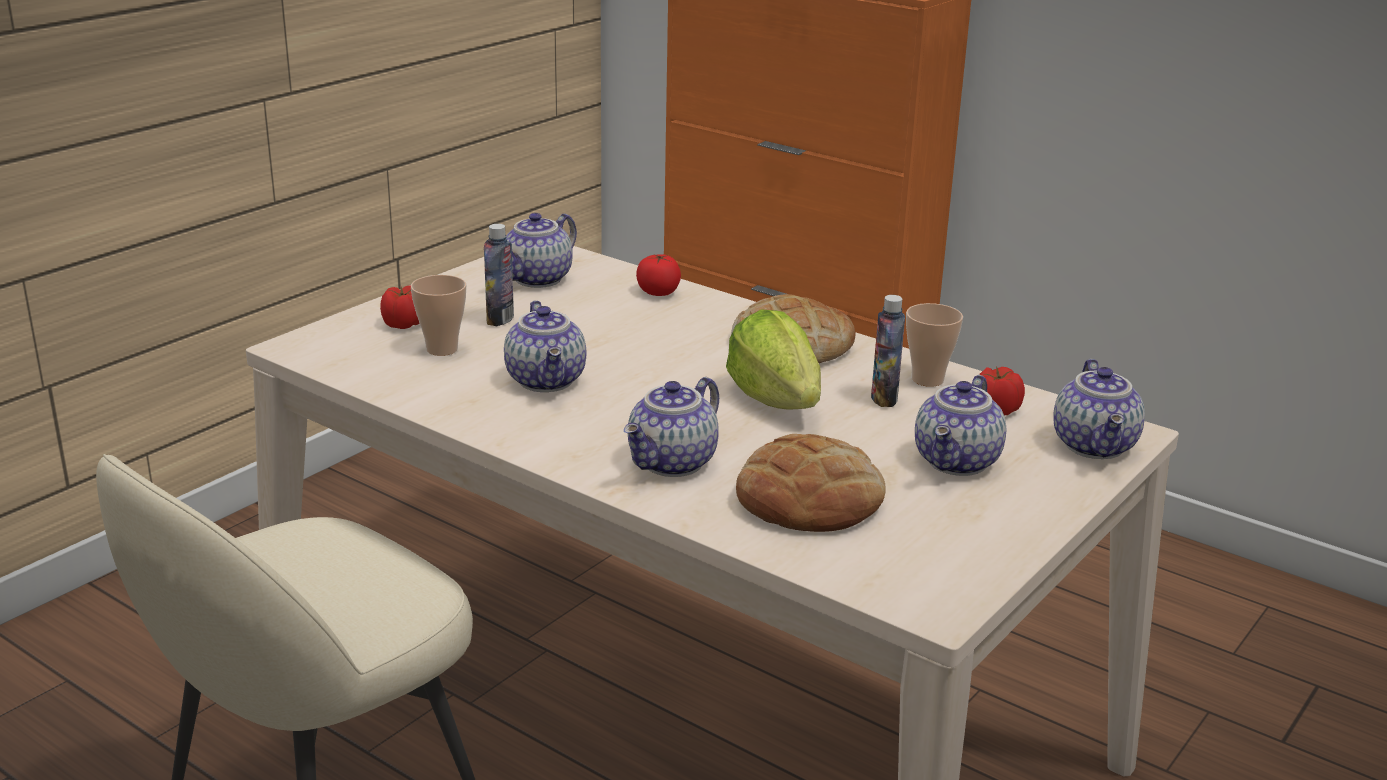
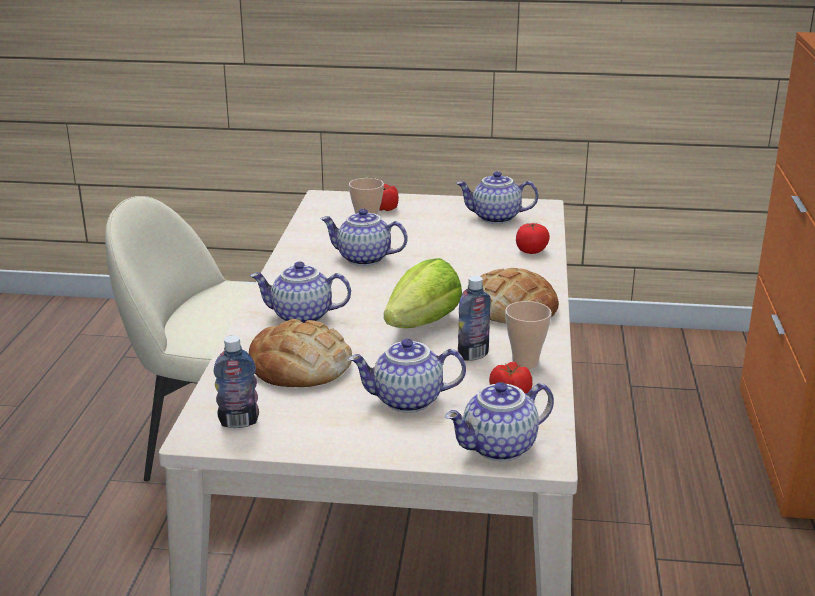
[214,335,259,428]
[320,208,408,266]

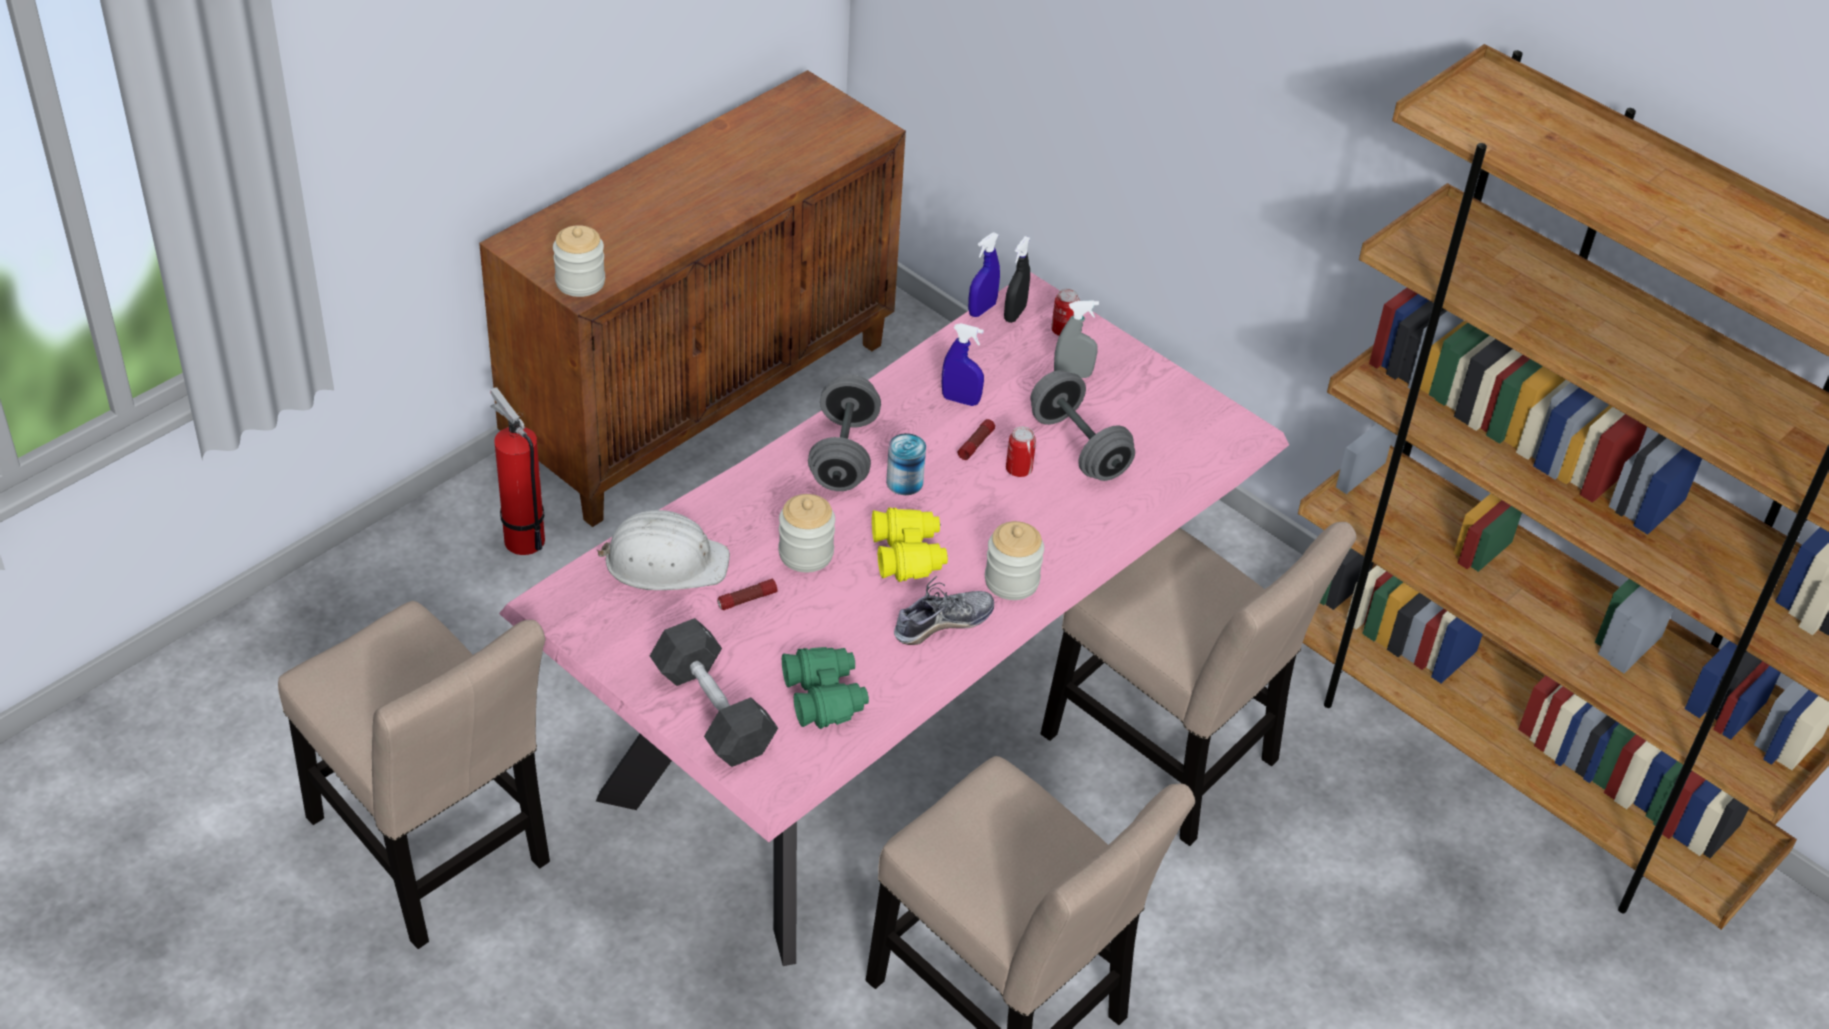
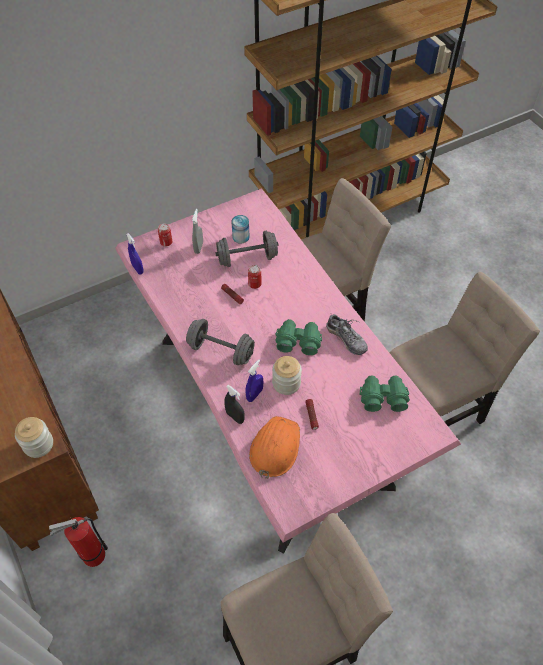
[249,416,300,479]
[650,618,778,767] (first image)
[275,319,322,355]
[231,215,250,244]
[326,314,368,355]
[245,359,263,402]
[985,521,1044,600] (first image)
[224,385,245,424]

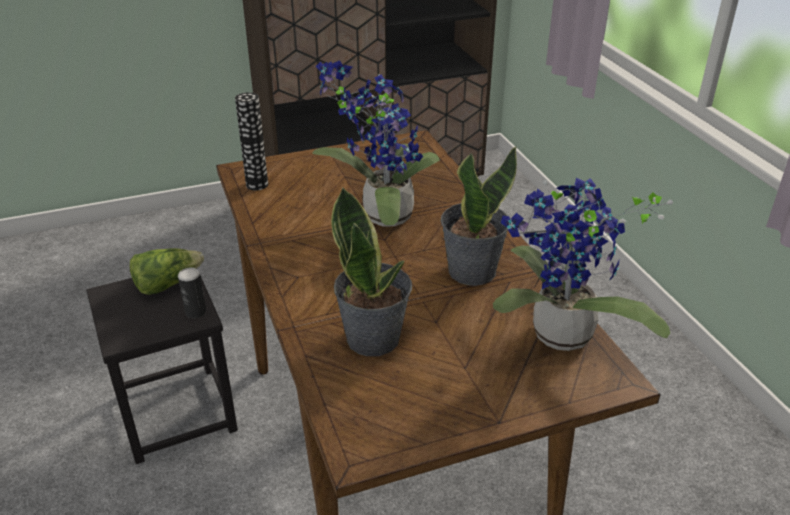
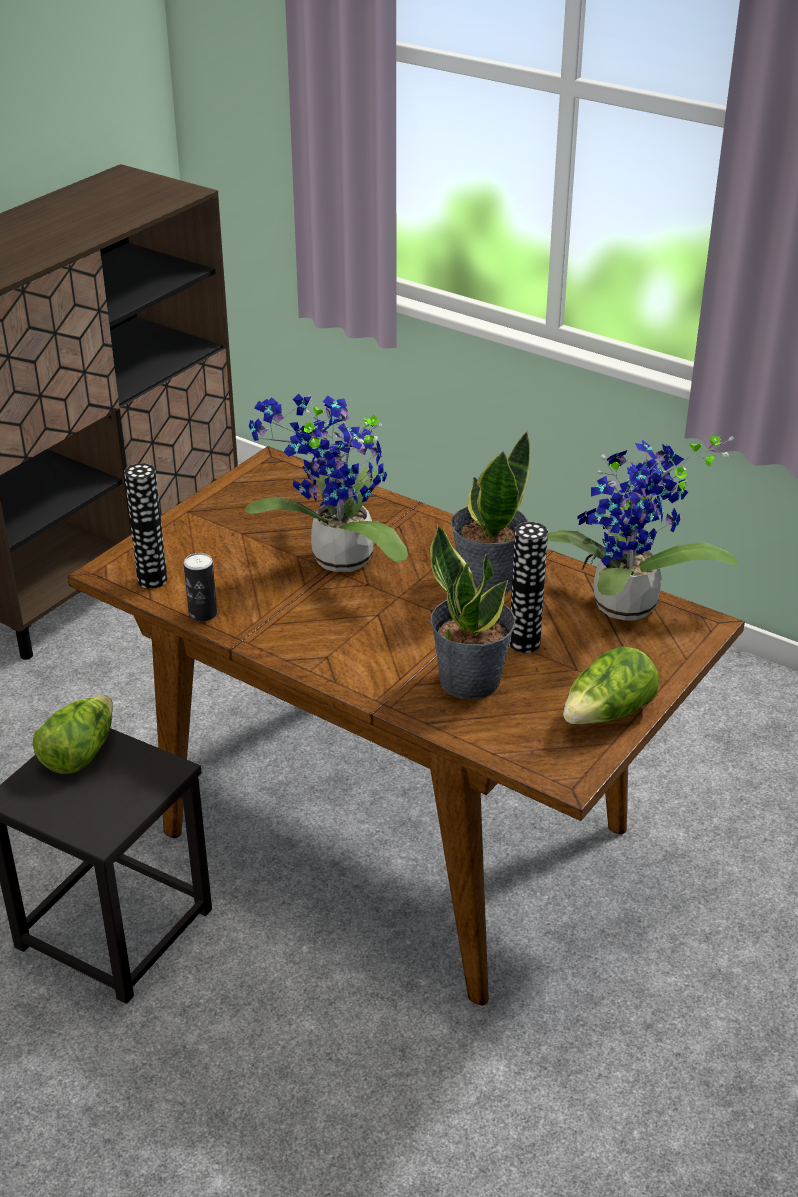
[184,553,217,622]
[509,522,548,653]
[563,646,659,724]

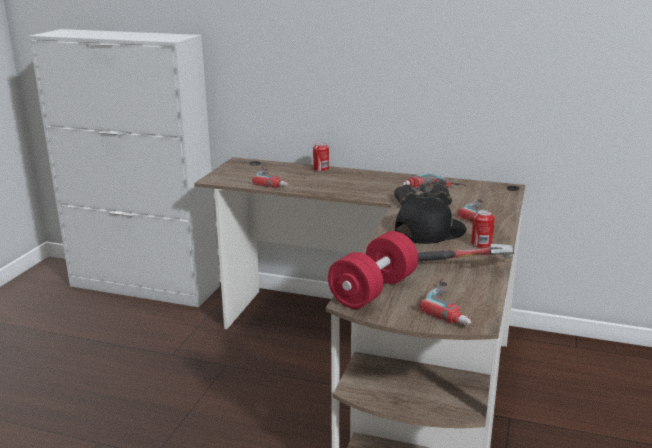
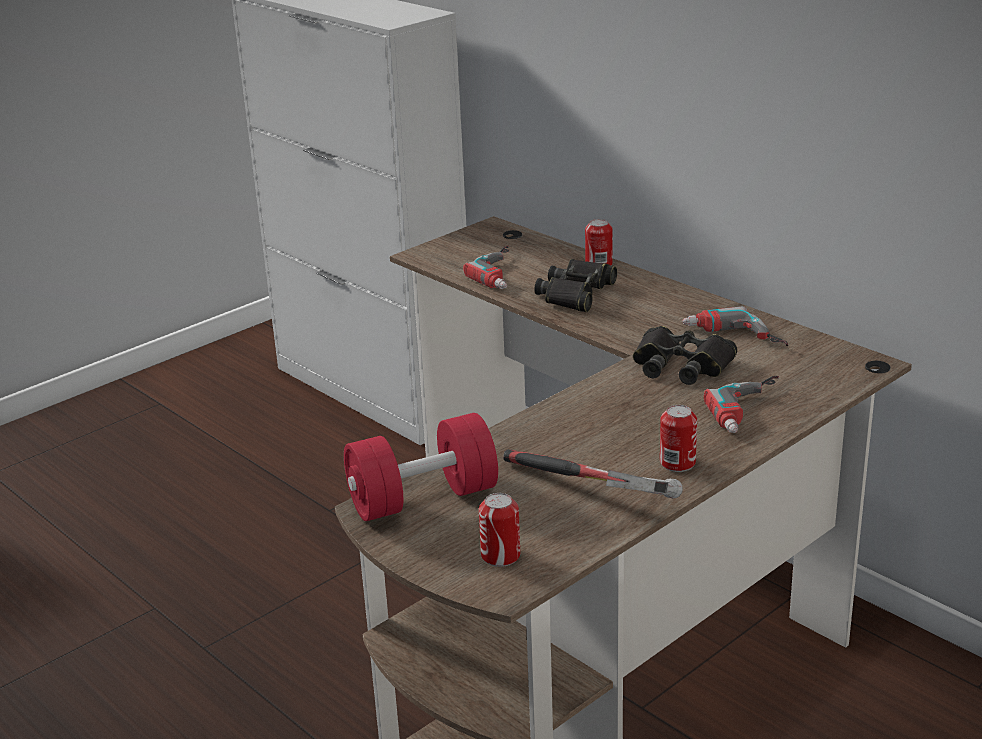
[395,198,466,244] (first image)
[479,493,520,567]
[534,259,617,312]

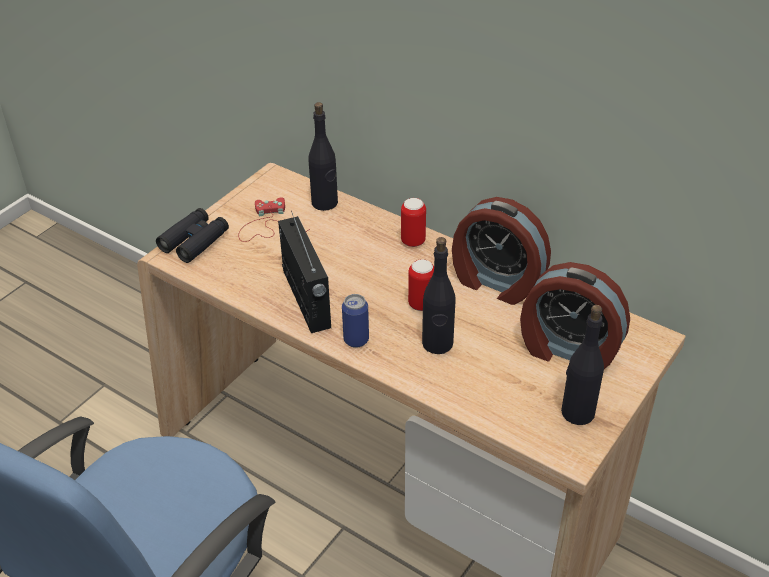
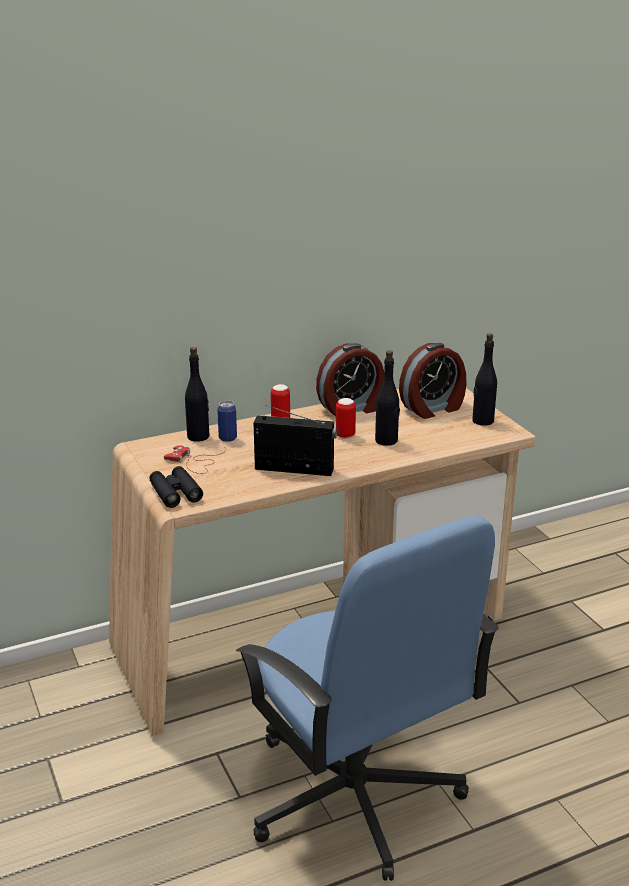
[217,401,237,442]

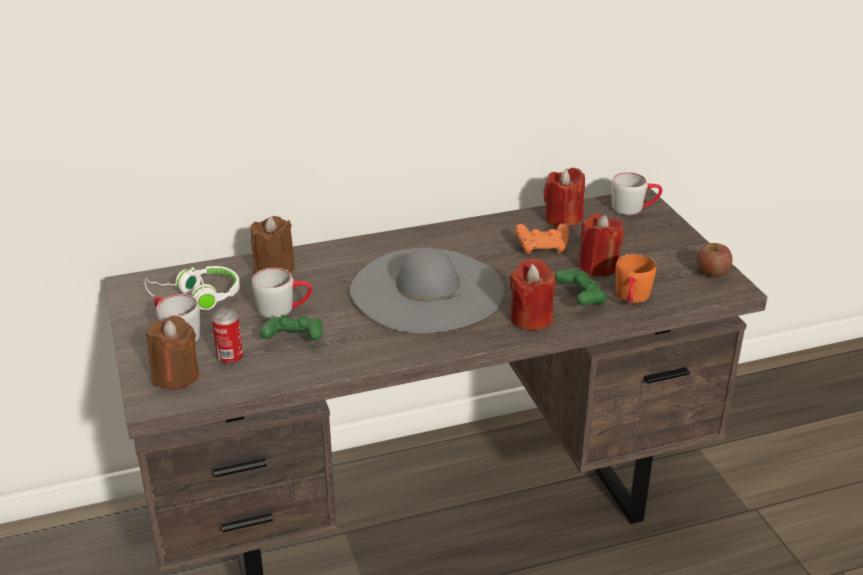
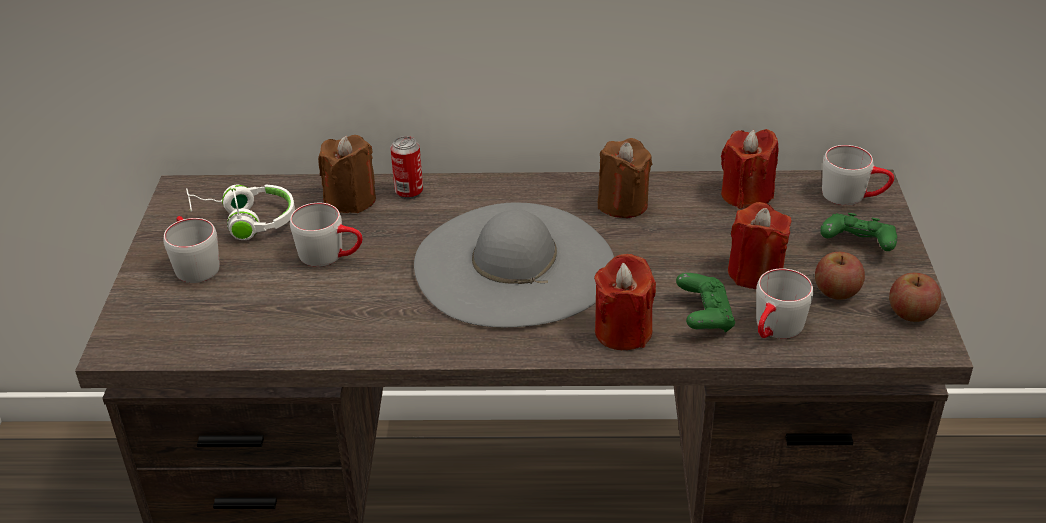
[598,138,652,218]
[390,136,423,199]
[820,213,897,251]
[515,223,569,254] (first image)
[756,268,813,339]
[815,252,865,300]

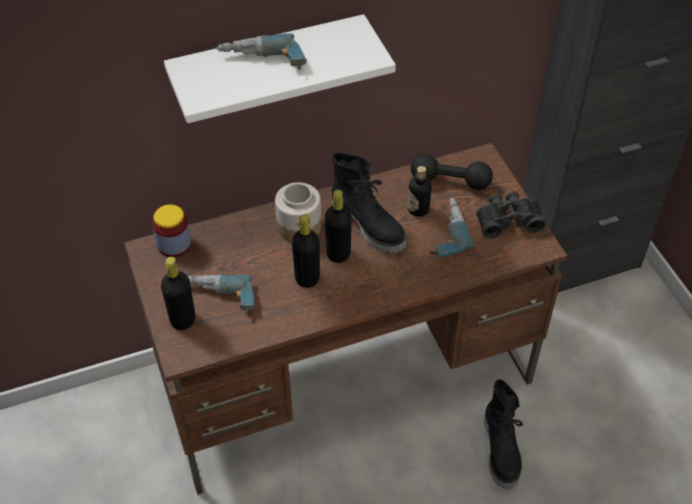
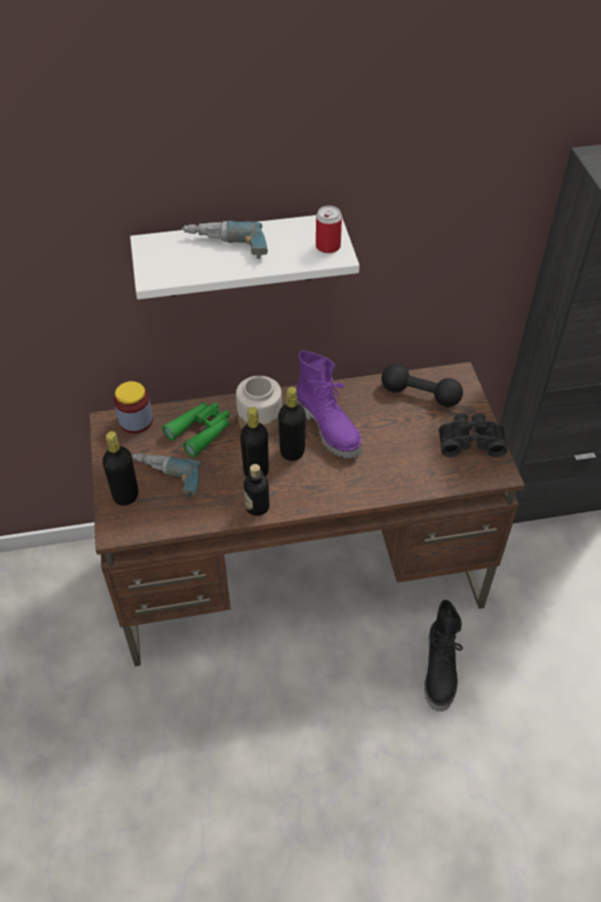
[297,351,361,459]
[244,464,269,516]
[430,198,473,258] (first image)
[162,402,230,457]
[316,206,342,253]

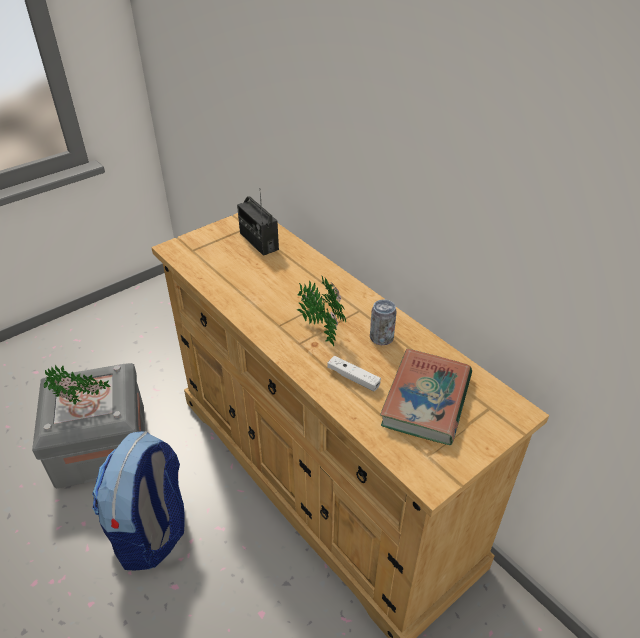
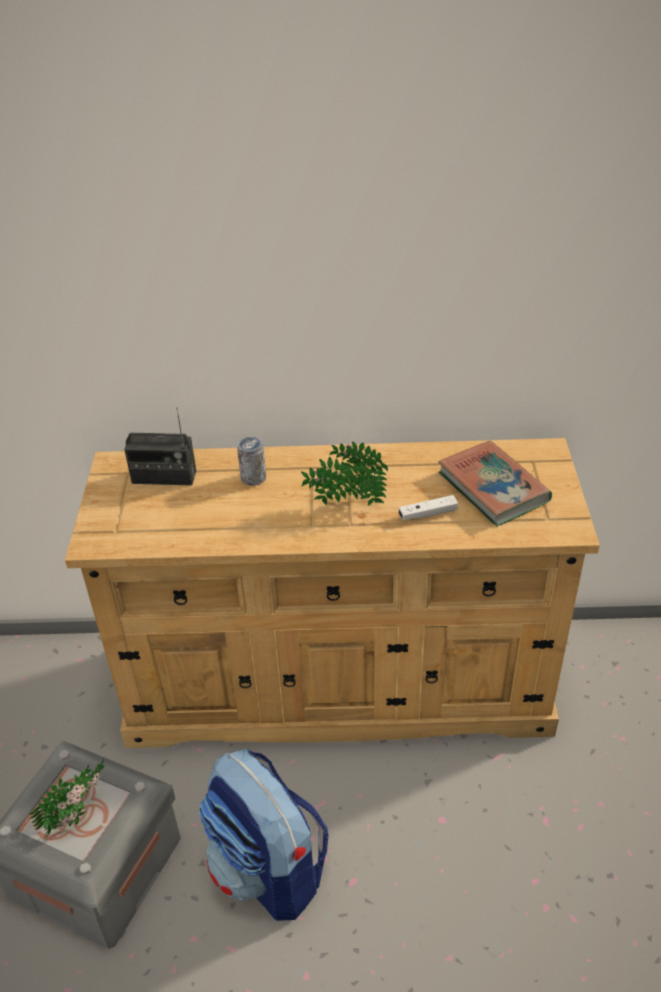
[237,436,266,486]

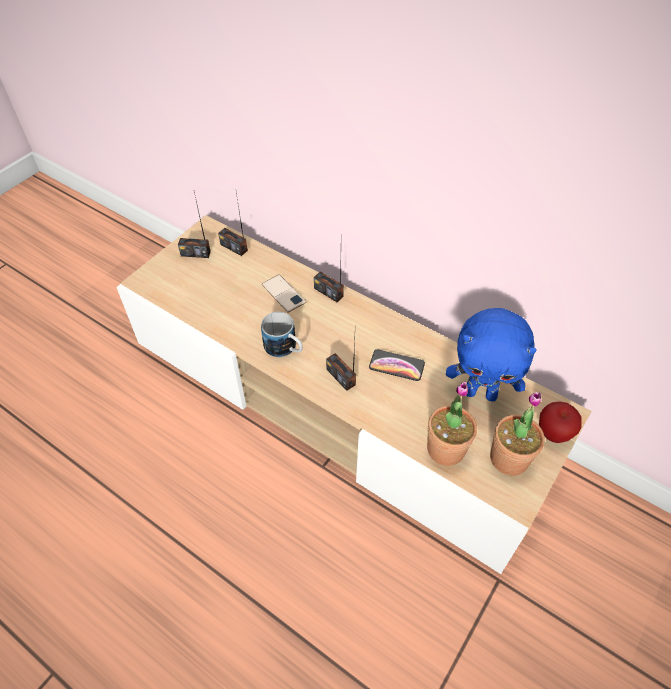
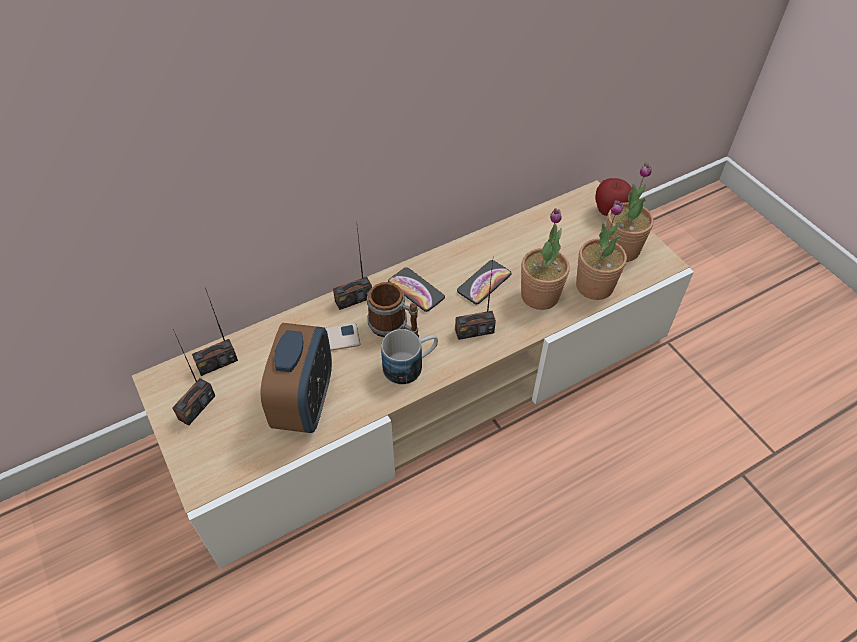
[446,308,537,402] (first image)
[261,323,332,433]
[367,282,419,338]
[388,267,445,312]
[521,208,570,310]

